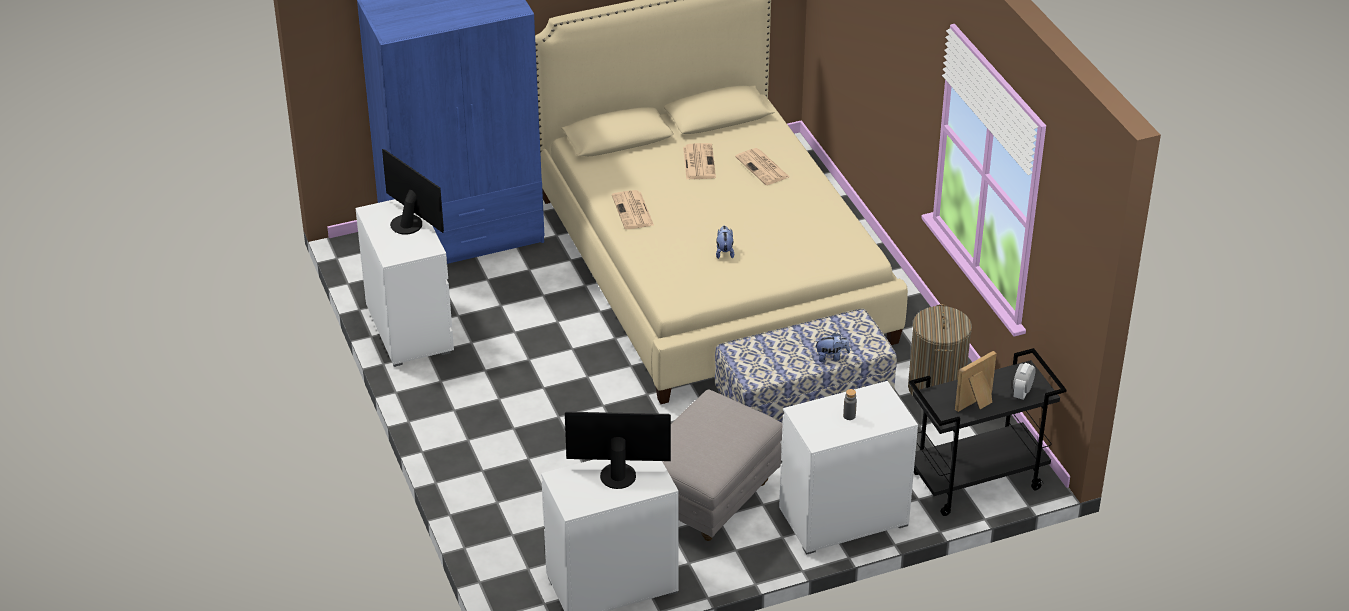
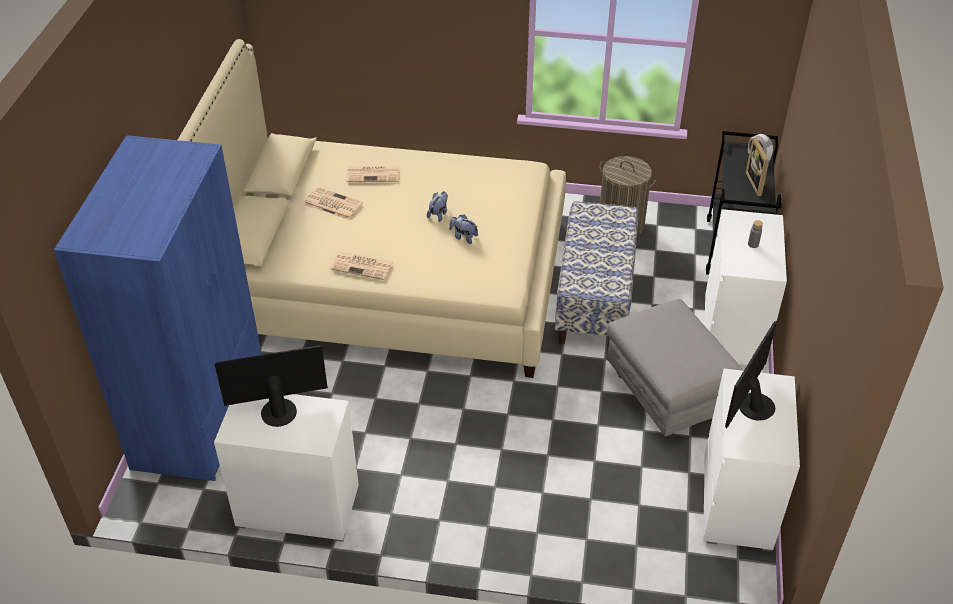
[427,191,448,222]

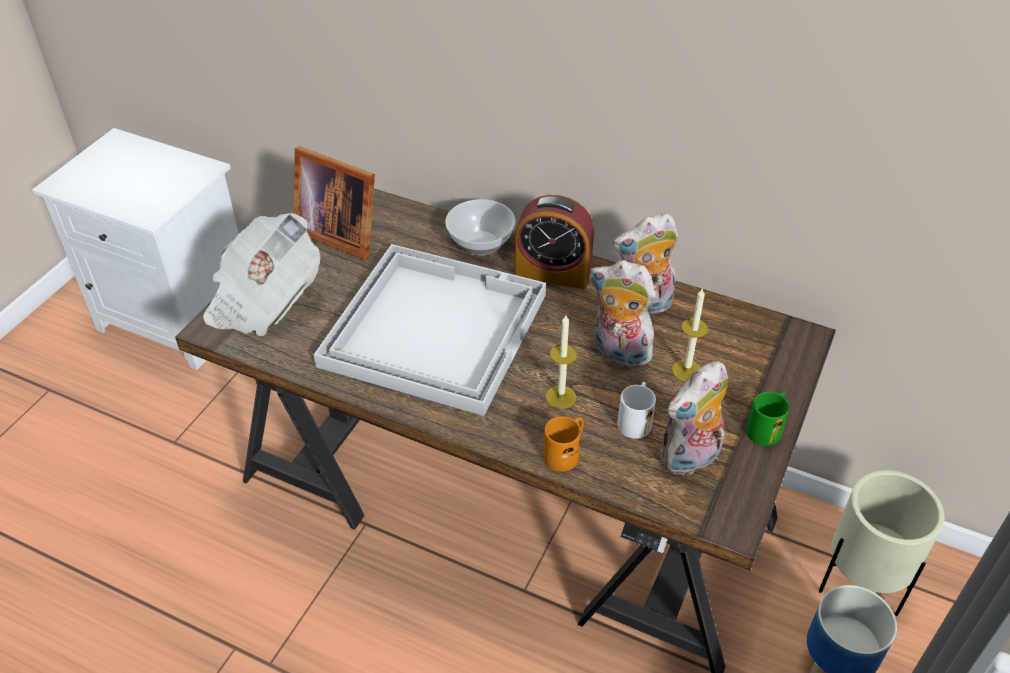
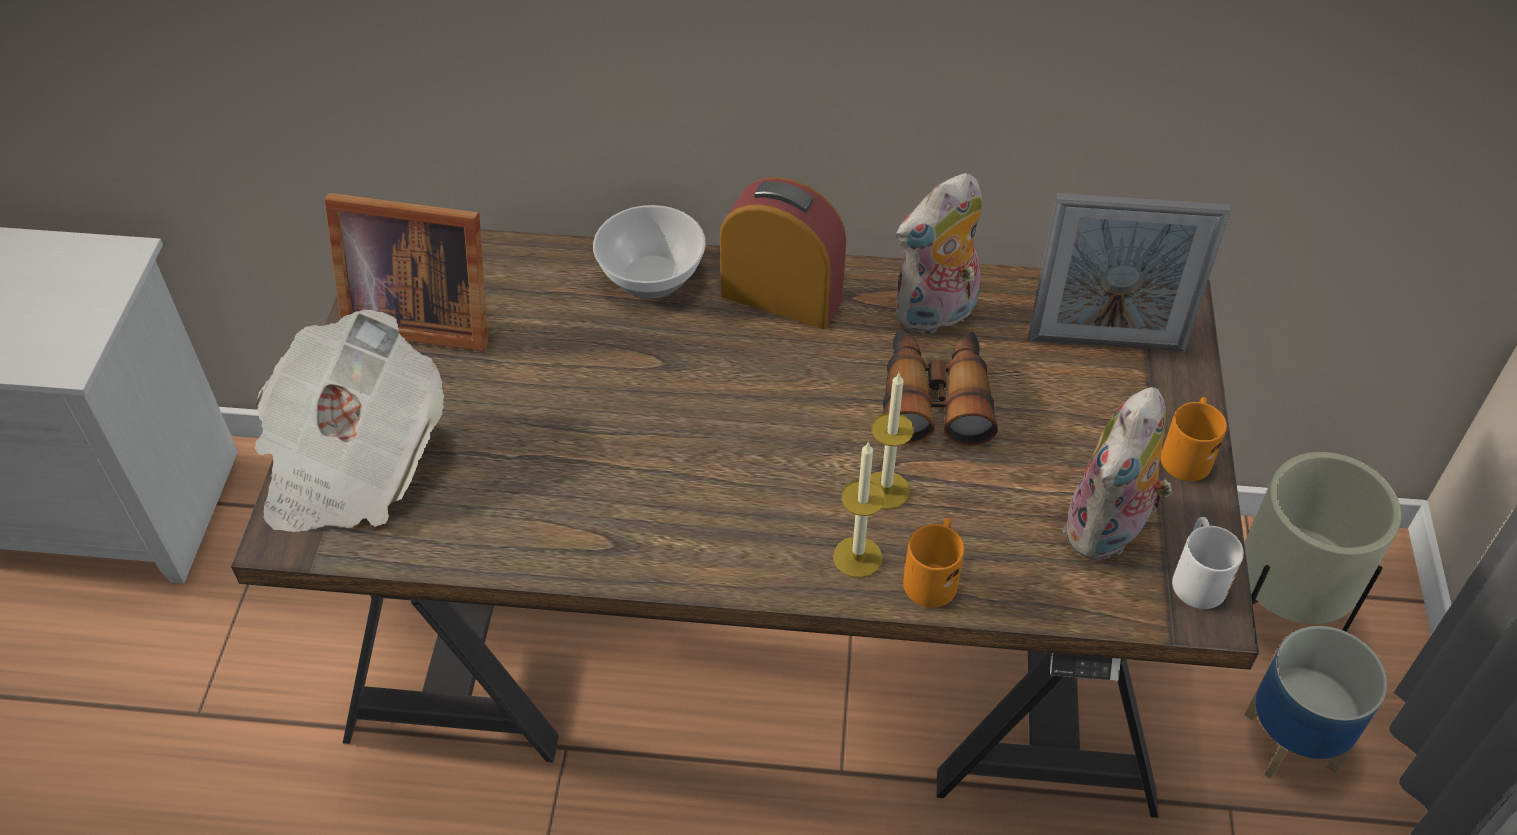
[314,244,546,416] (first image)
[720,177,846,329]
[883,329,998,446]
[1172,517,1244,609]
[833,441,885,578]
[1161,397,1227,481]
[1028,193,1231,352]

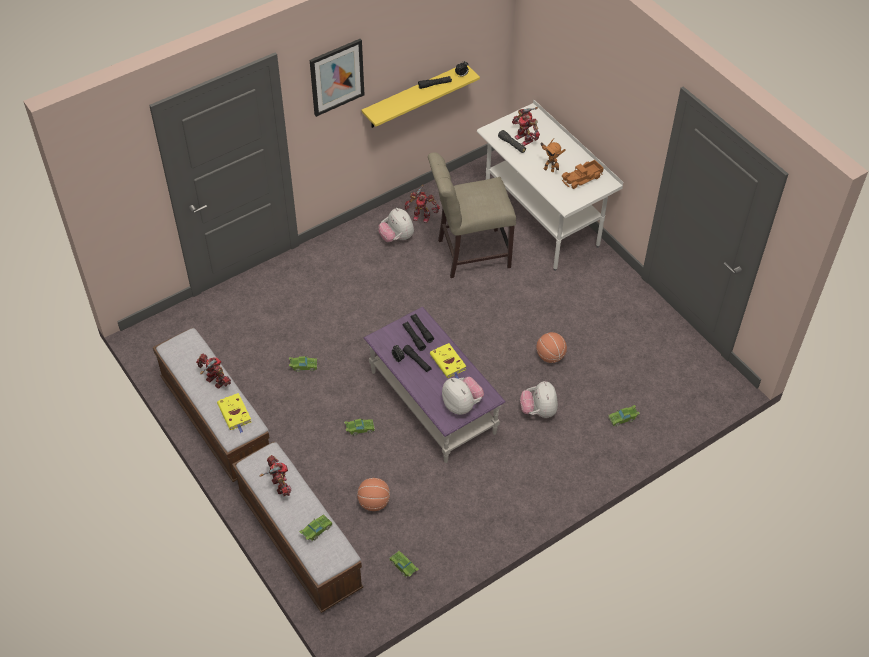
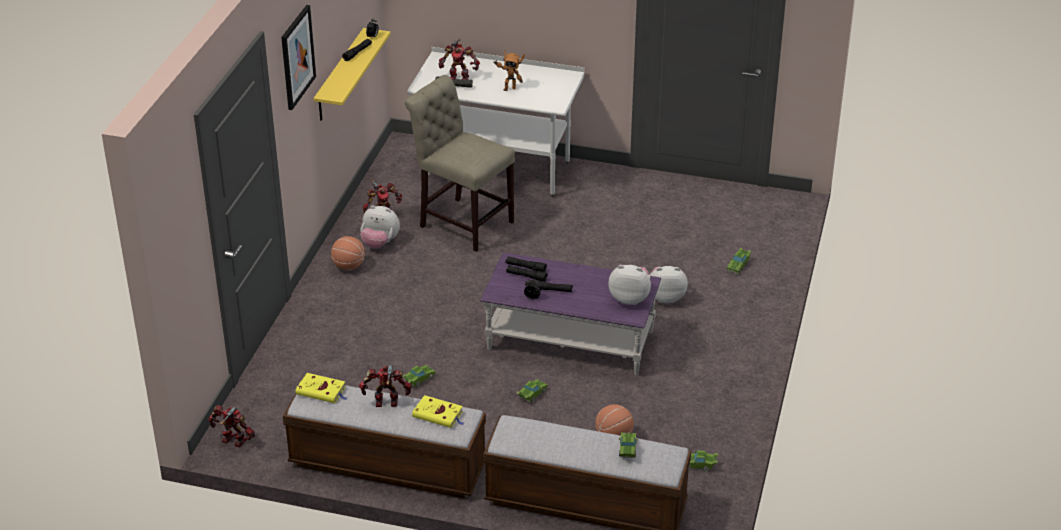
[209,405,255,447]
[405,75,515,252]
[295,373,347,403]
[650,266,688,303]
[331,236,365,270]
[562,160,603,189] (first image)

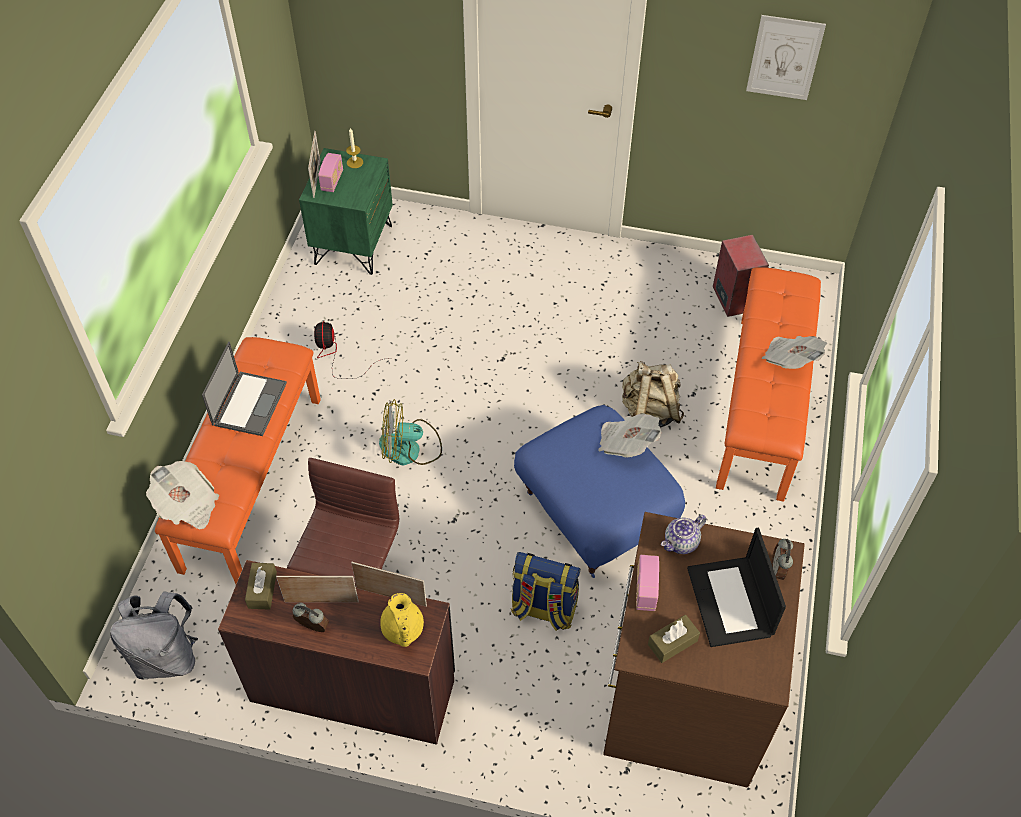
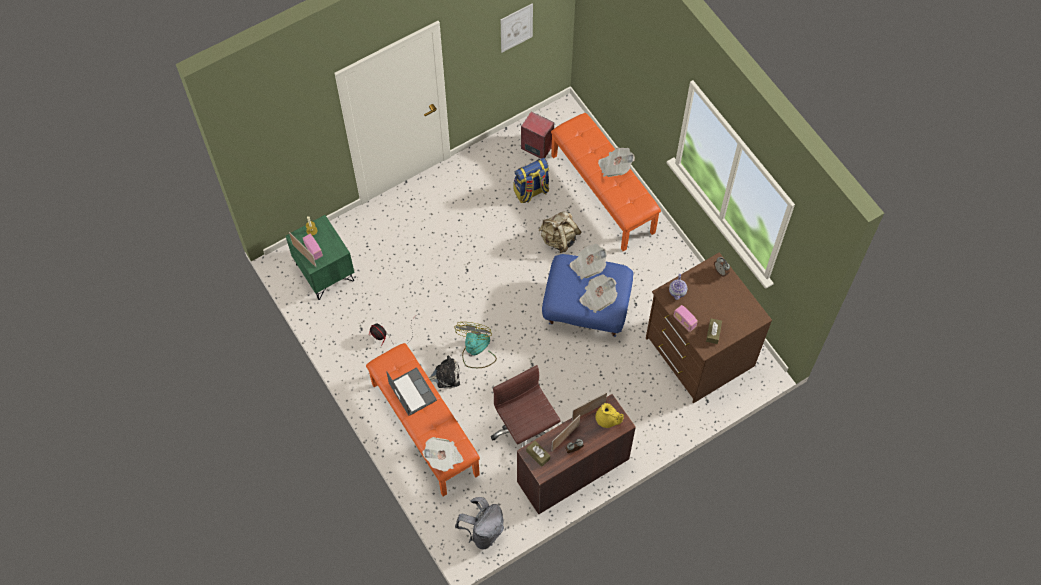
[454,322,497,368]
[513,158,549,203]
[687,528,786,647] (first image)
[429,356,460,388]
[579,274,617,313]

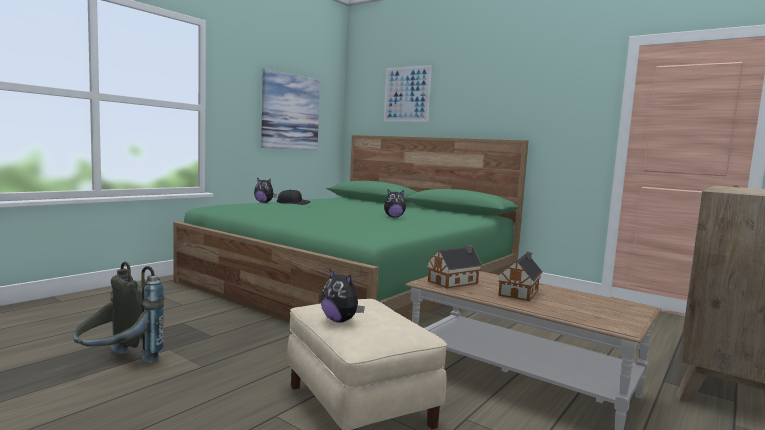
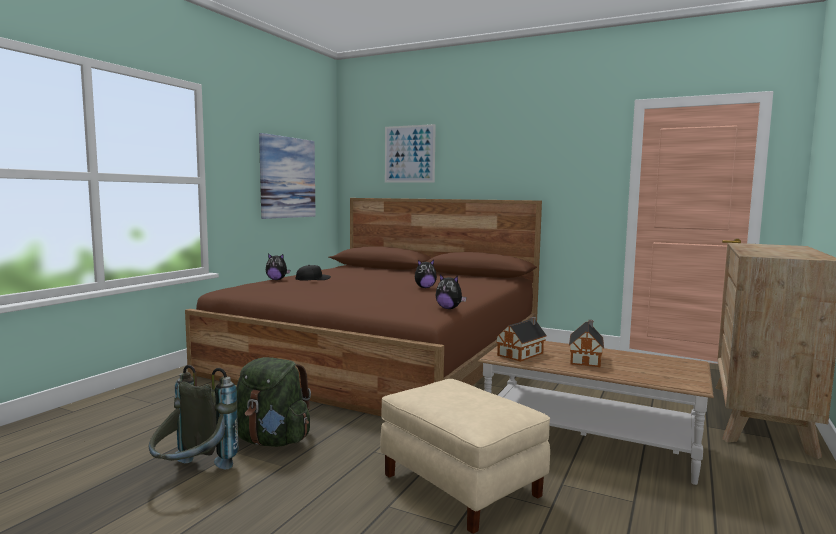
[185,198,542,417]
[435,275,467,309]
[236,357,311,447]

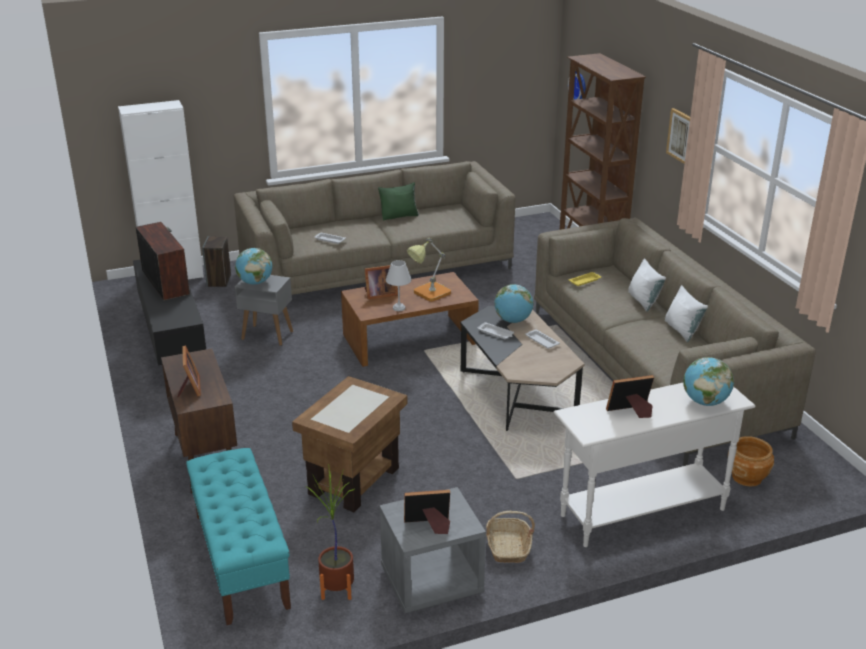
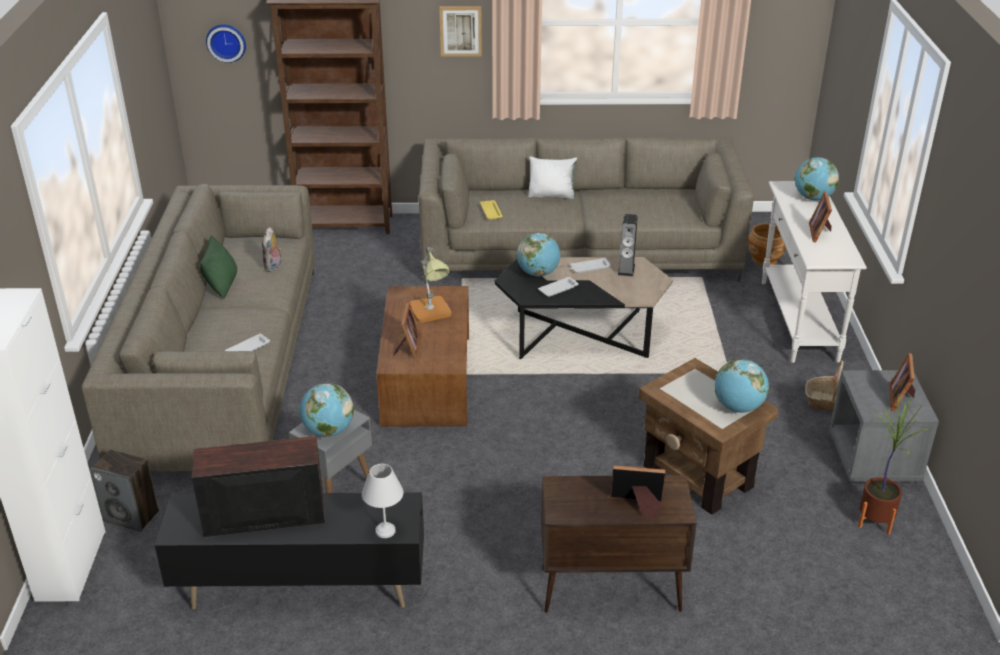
[186,448,291,625] (first image)
[362,464,404,538]
[665,285,708,342] (first image)
[262,227,281,272]
[618,214,638,277]
[715,359,769,413]

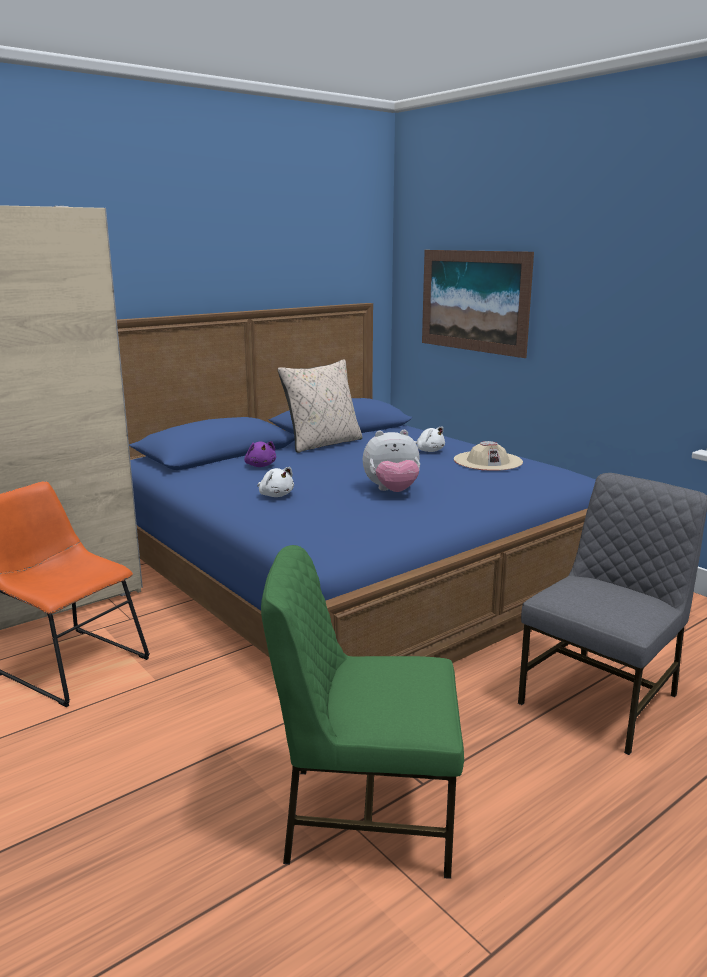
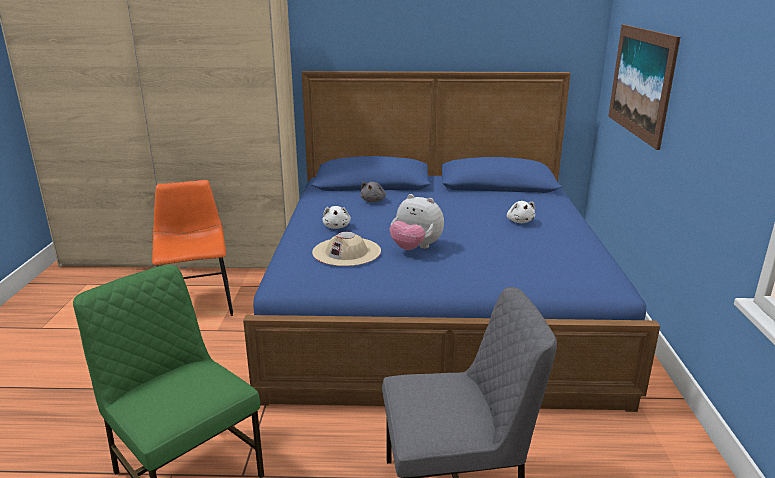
[360,182,386,202]
[278,359,362,453] (first image)
[312,232,381,266]

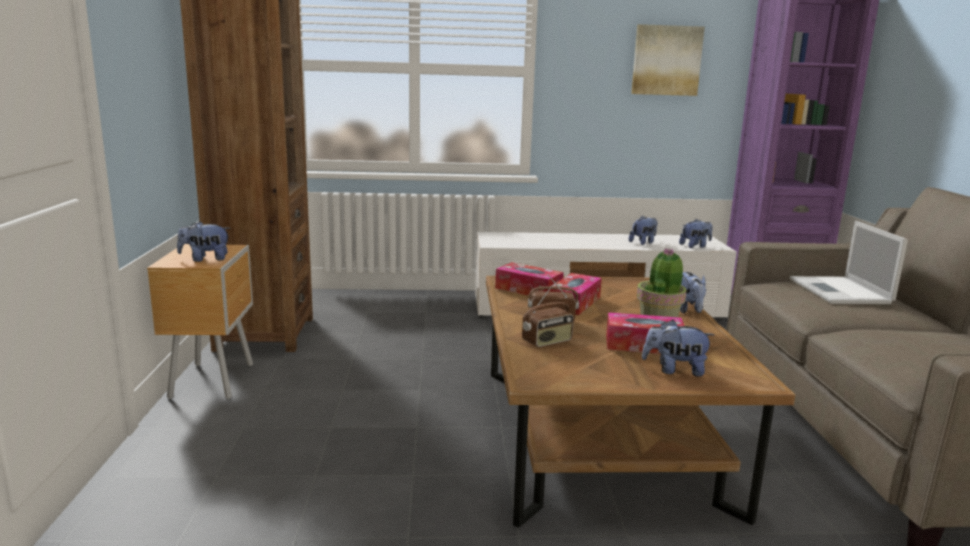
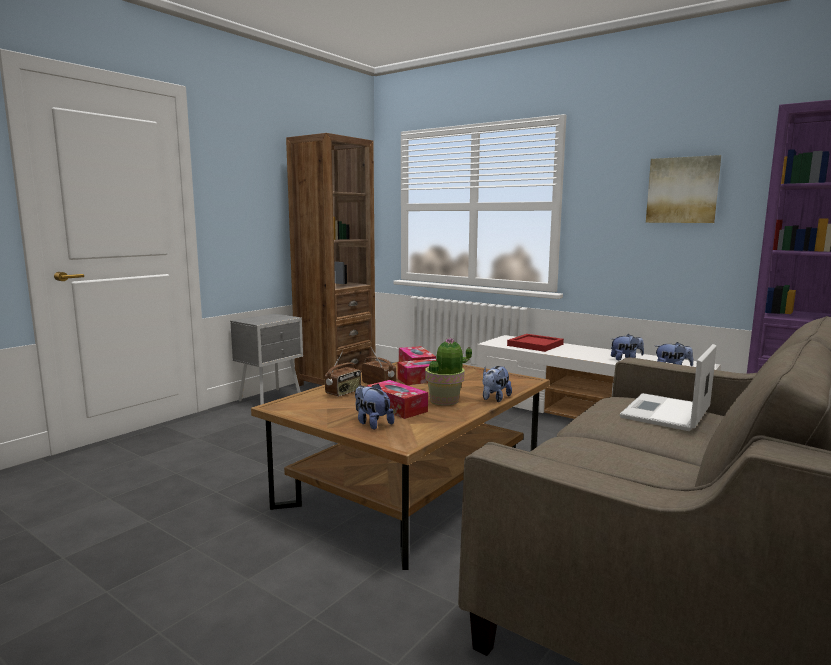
[230,314,303,405]
[177,221,231,262] (first image)
[325,351,361,397]
[507,334,564,352]

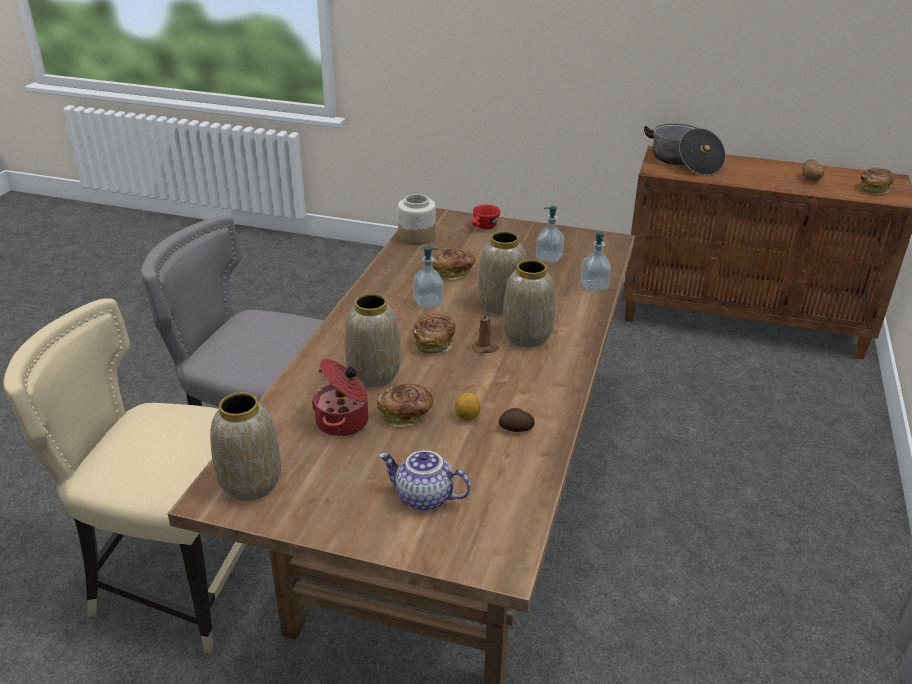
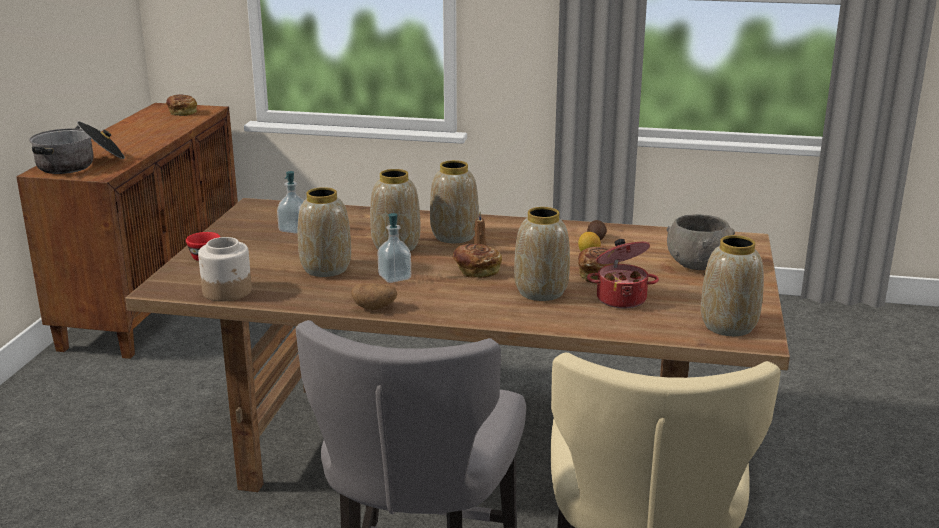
[667,214,735,270]
[298,187,351,277]
[580,232,611,291] (first image)
[351,283,397,310]

